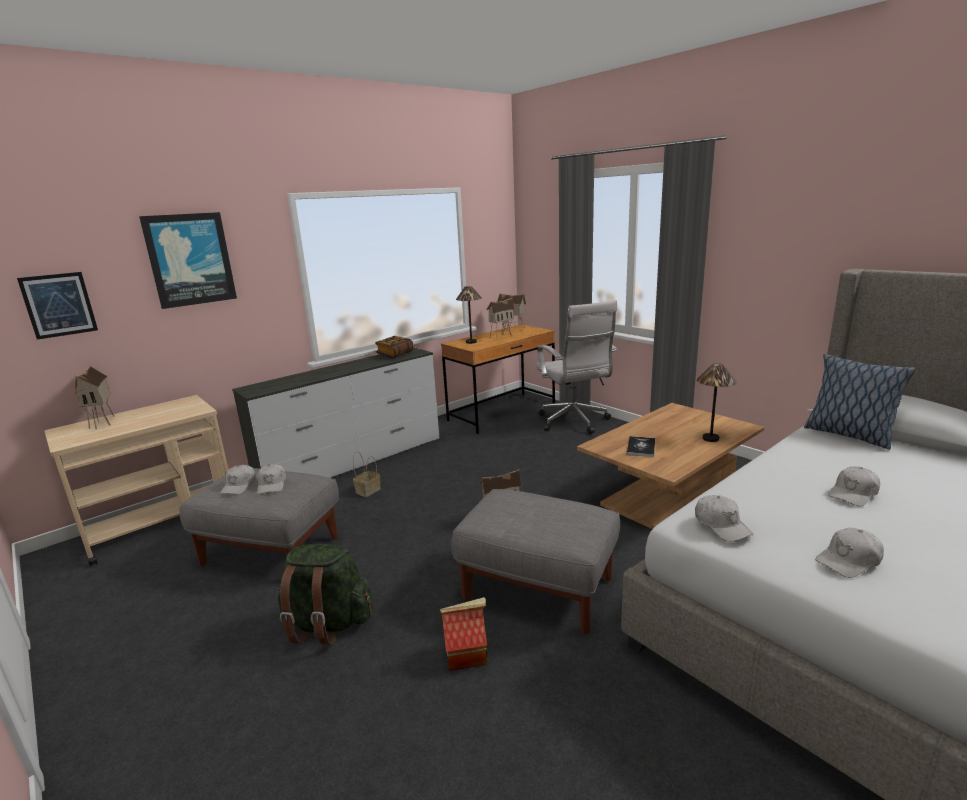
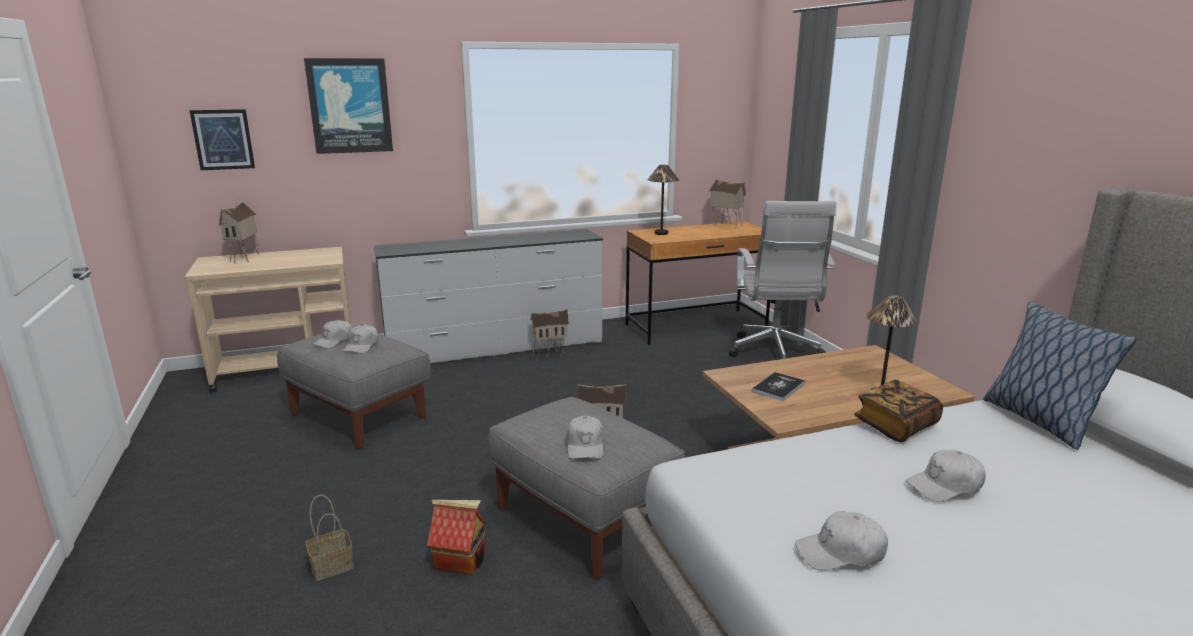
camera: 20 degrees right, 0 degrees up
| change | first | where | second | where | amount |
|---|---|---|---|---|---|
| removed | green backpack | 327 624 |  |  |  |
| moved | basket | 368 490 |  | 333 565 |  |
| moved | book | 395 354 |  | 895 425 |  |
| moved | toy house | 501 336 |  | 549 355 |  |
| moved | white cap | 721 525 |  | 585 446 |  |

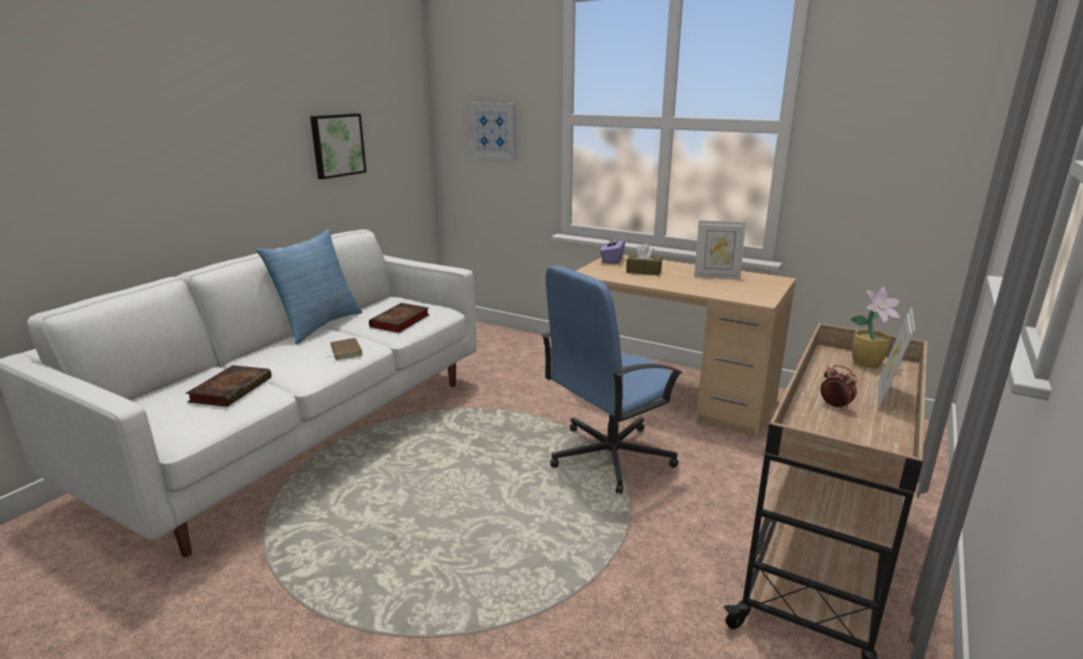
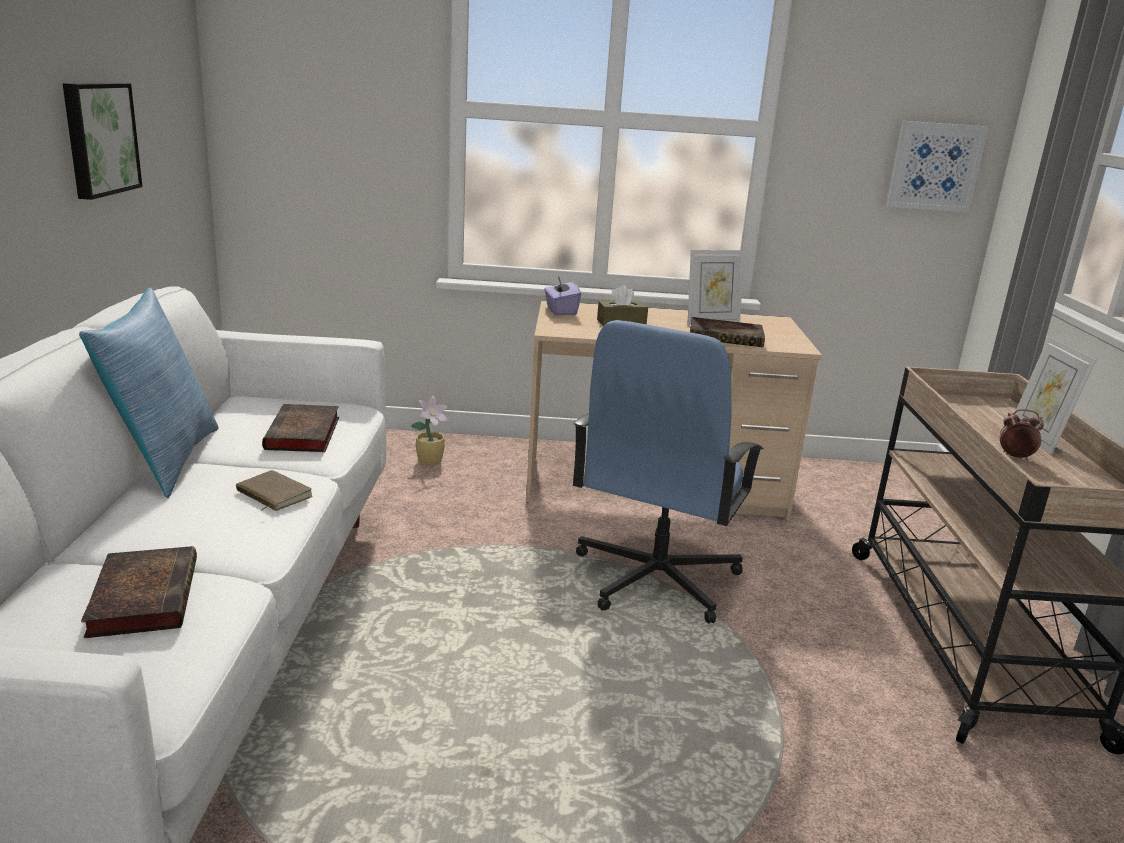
camera: 30 degrees left, 0 degrees up
| change | first | where | second | where | amount |
|---|---|---|---|---|---|
| added |  |  | book | 727 337 |  |
| moved | picture | 493 130 |  | 935 166 |  |
| moved | potted plant | 868 363 |  | 431 461 |  |

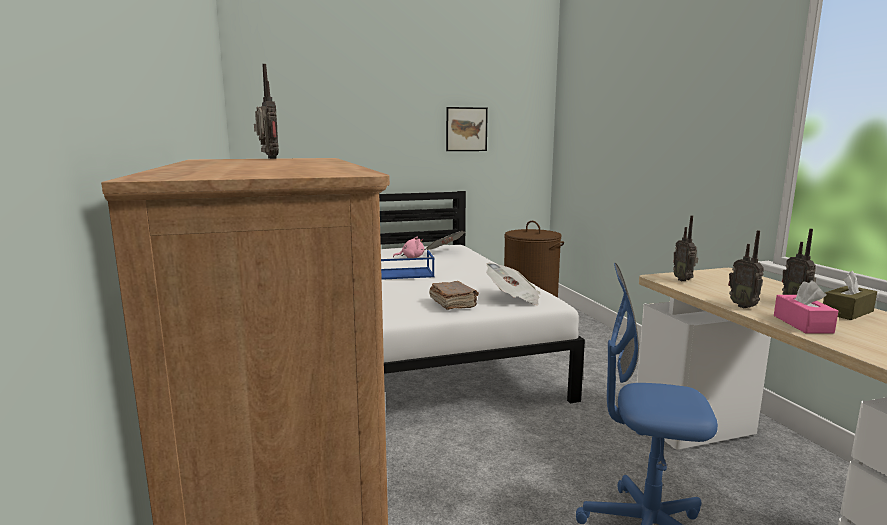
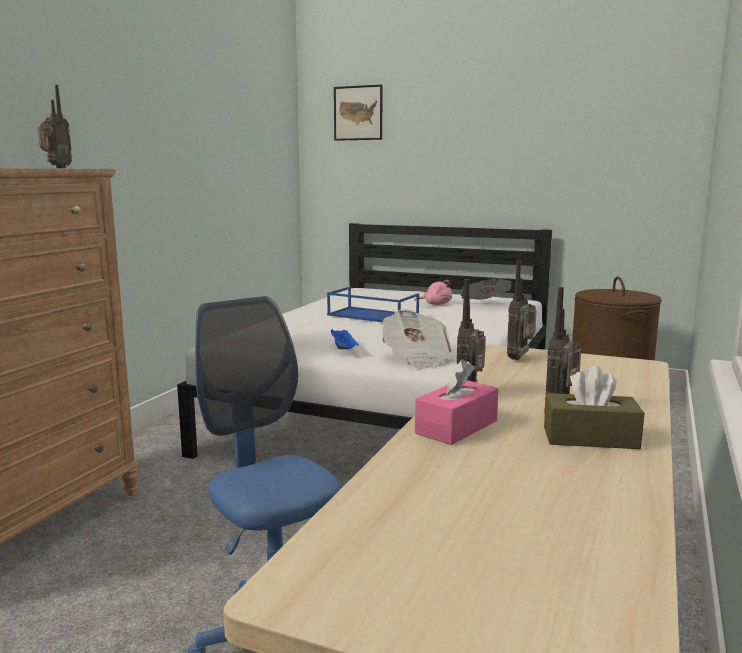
camera: 40 degrees right, 0 degrees up
| change | first | where | second | where | amount |
|---|---|---|---|---|---|
| moved | picture | 466 129 |  | 358 113 |  |
| replaced | brown book | 453 304 | blue tray | 344 350 |  |

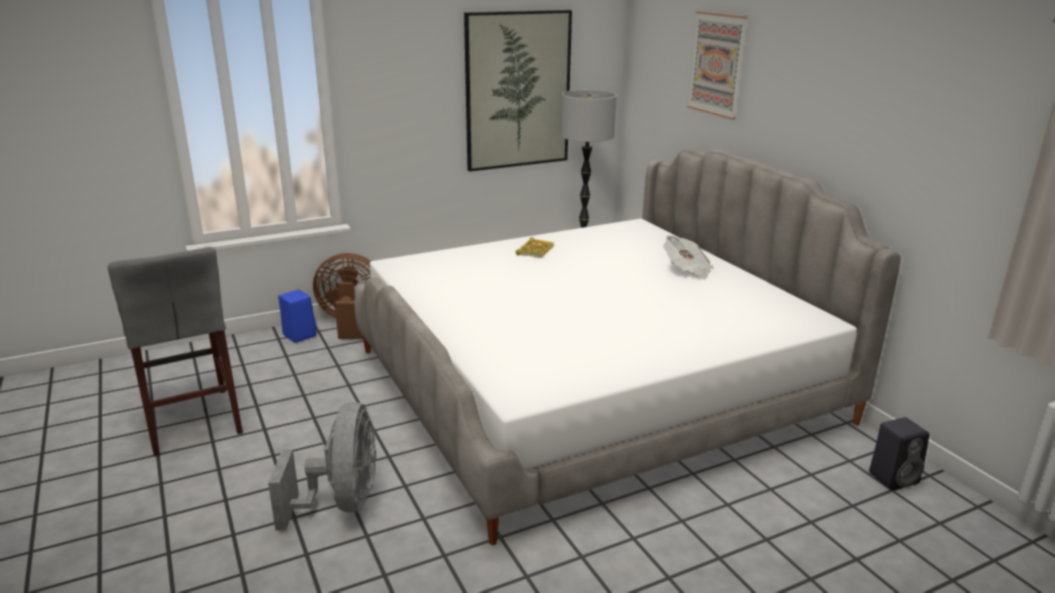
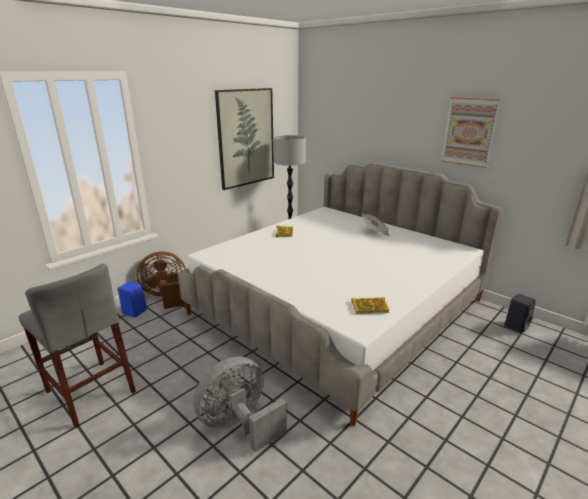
camera: 20 degrees left, 0 degrees up
| change | first | where | second | where | amount |
|---|---|---|---|---|---|
| added |  |  | book | 370 307 |  |
| moved | picture | 717 64 |  | 469 132 |  |
| turned | grey fan | 342 503 |  | 239 425 | 105 degrees counterclockwise |

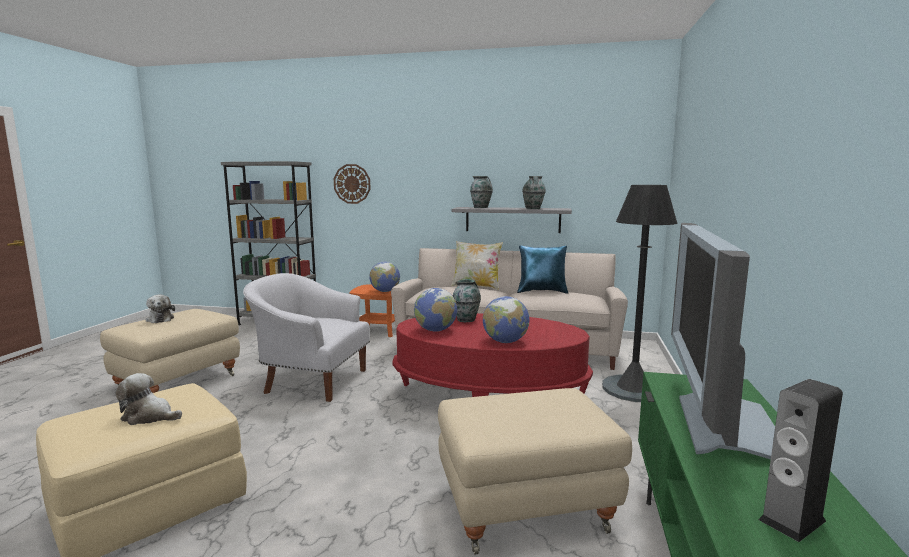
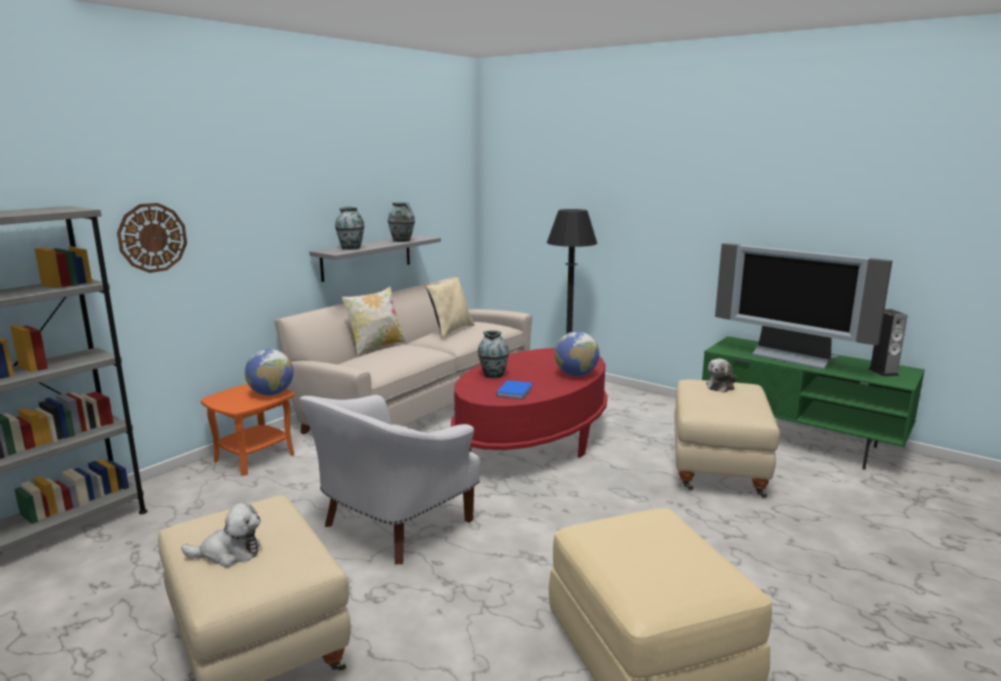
camera: 65 degrees left, 5 degrees up
| change | first | where | second | where | amount |
|---|---|---|---|---|---|
| moved | plush toy | 149 416 |  | 721 386 |  |
| replaced | globe | 435 330 | blue book | 515 391 |  |
| recoloured | blue pillow | 542 291 | beige pillow | 451 330 |  |

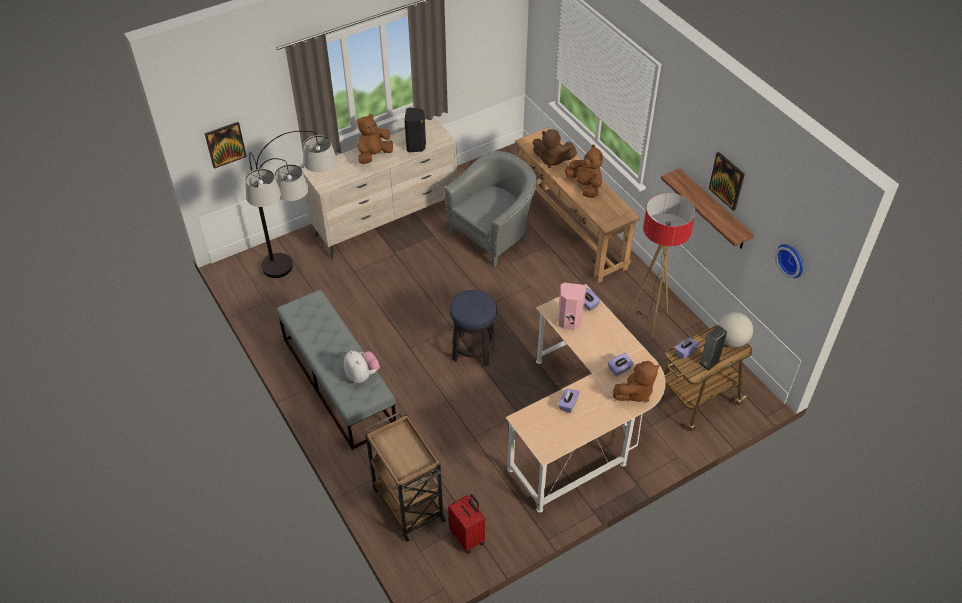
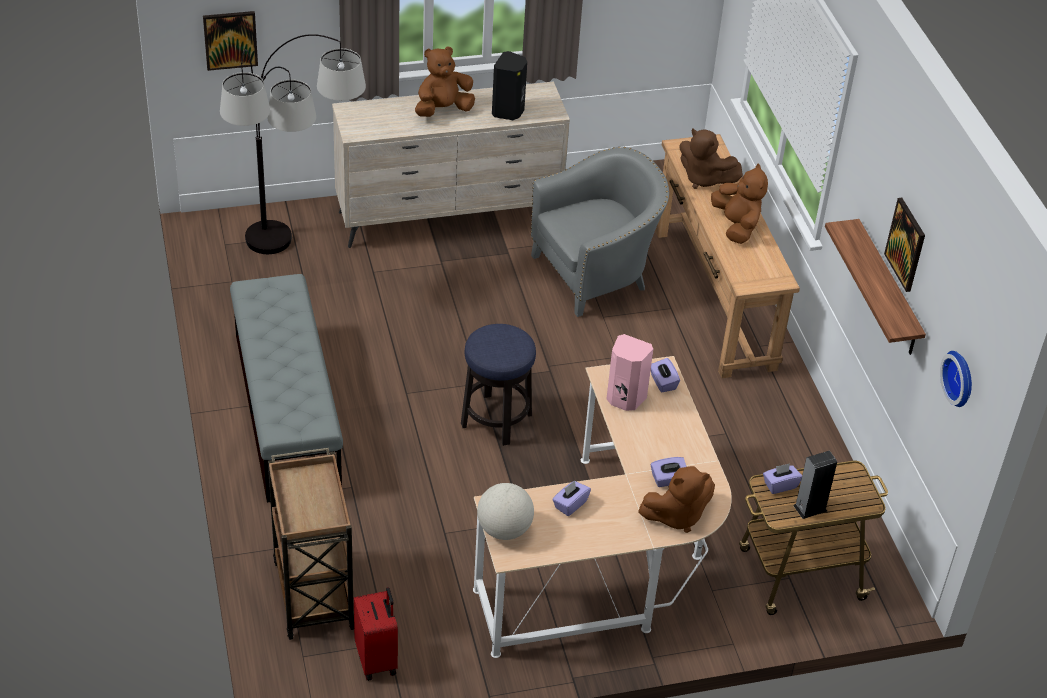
camera: 15 degrees right, 5 degrees down
| change | first | where | second | where | amount |
|---|---|---|---|---|---|
| removed | plush toy | 362 375 |  |  |  |
| removed | floor lamp | 649 322 |  |  |  |
| moved | globe | 731 341 |  | 504 530 |  |

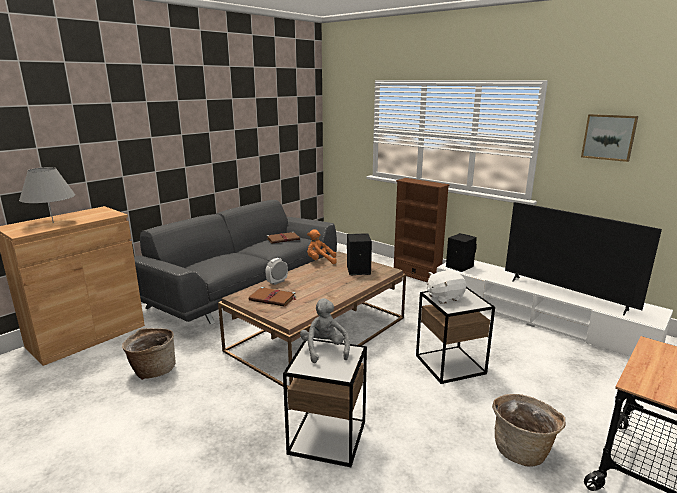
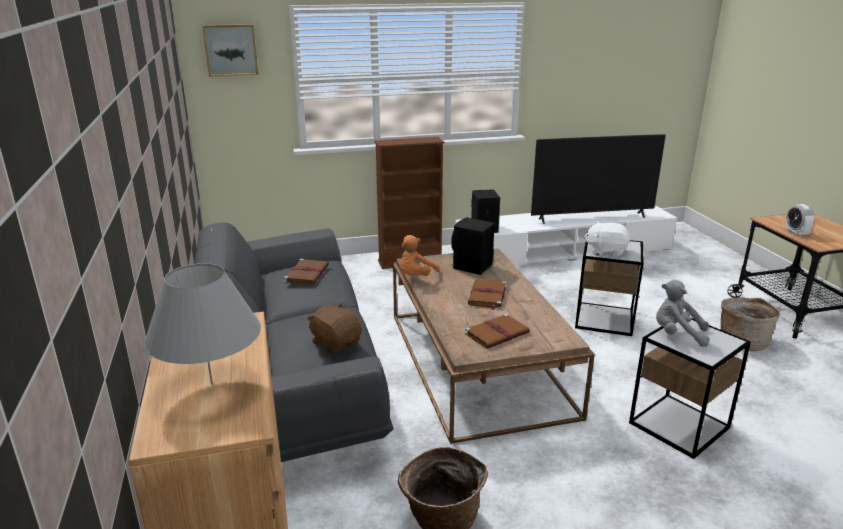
camera: 55 degrees left, 5 degrees up
| change | first | where | second | where | amount |
|---|---|---|---|---|---|
| added |  |  | brown plush toy | 336 343 |  |
| added |  |  | brown book | 487 296 |  |
| moved | alarm clock | 277 282 |  | 796 233 |  |
| moved | picture | 609 137 |  | 231 50 |  |
| turned | white plush toy | 444 297 |  | 606 251 | 90 degrees clockwise |

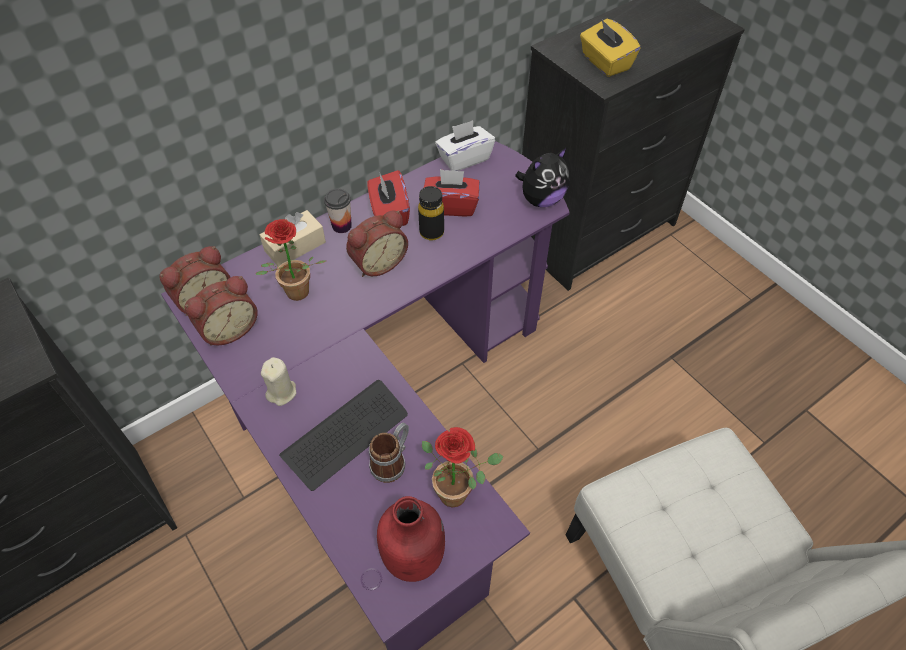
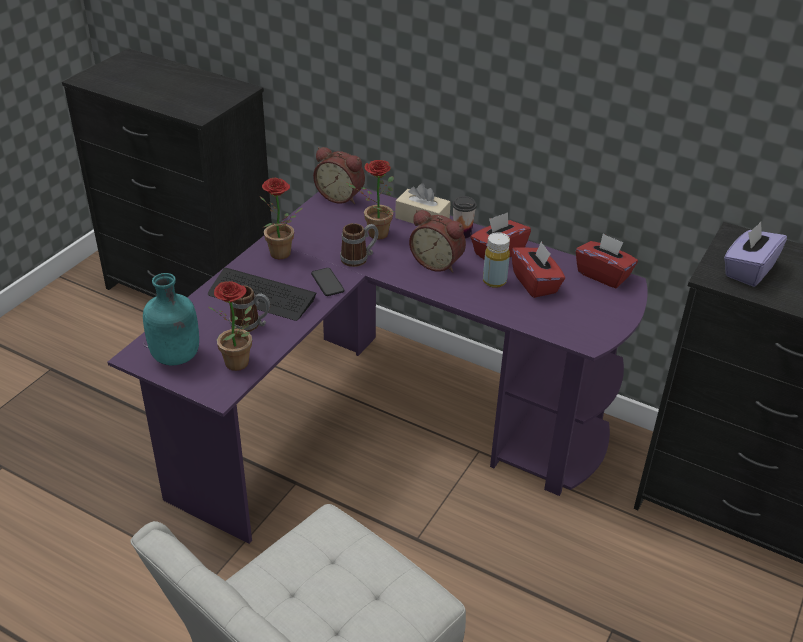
camera: 65 degrees right, 15 degrees down
| change | first | where | second | where | amount |
|---|---|---|---|---|---|
| removed | alarm clock | 228 328 |  |  |  |
| removed | plush toy | 541 199 |  |  |  |
| added |  |  | phone | 327 282 |  |
| added |  |  | mug | 359 258 |  |
| replaced | beige candle | 281 392 | potted plant | 282 256 |  |
| recoloured | red bottle | 415 557 | turquoise bottle | 176 357 |  |
| recoloured | black bottle | 431 232 | yellow bottle | 494 281 |  |
| recoloured | white tissue box | 464 158 | red tissue box | 603 275 |  |
| recoloured | yellow tissue box | 605 62 | purple tissue box | 748 270 |  |

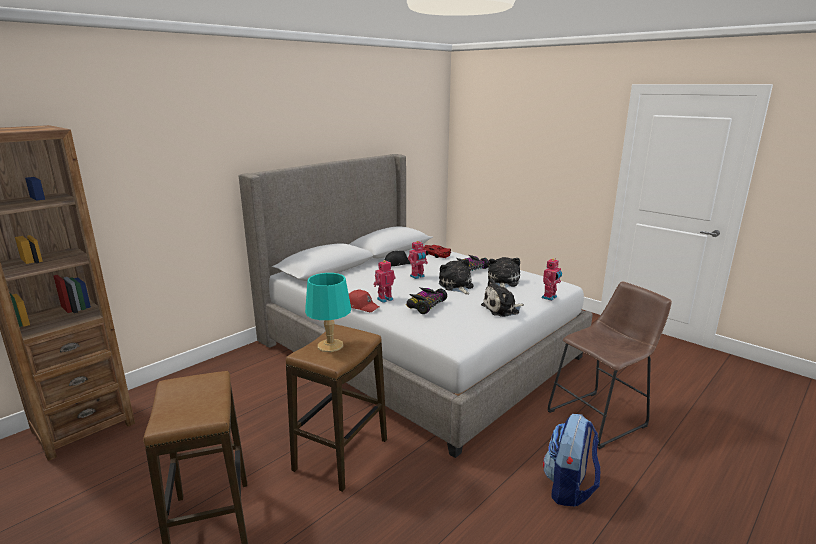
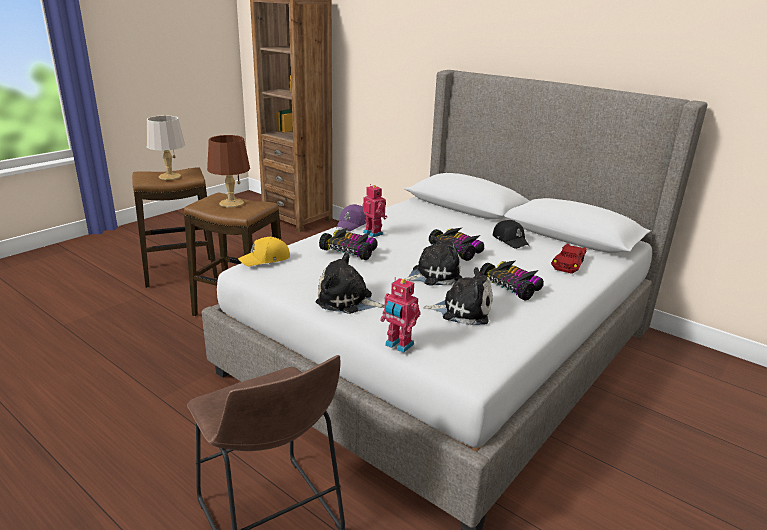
camera: 85 degrees right, 5 degrees up
| change | first | where | second | where | amount |
|---|---|---|---|---|---|
| removed | backpack | 569 488 |  |  |  |
| added |  |  | grey table lamp | 169 176 |  |
| added |  |  | yellow cap | 266 259 |  |
| replaced | toy robot | 417 276 | toy car | 457 250 |  |
| recoloured | turquoise table lamp | 330 346 | brown table lamp | 231 203 |  |
| recoloured | red cap | 361 306 | purple cap | 353 224 |  |
| turned | plush toy | 502 309 |  | 347 301 | 45 degrees counterclockwise |

